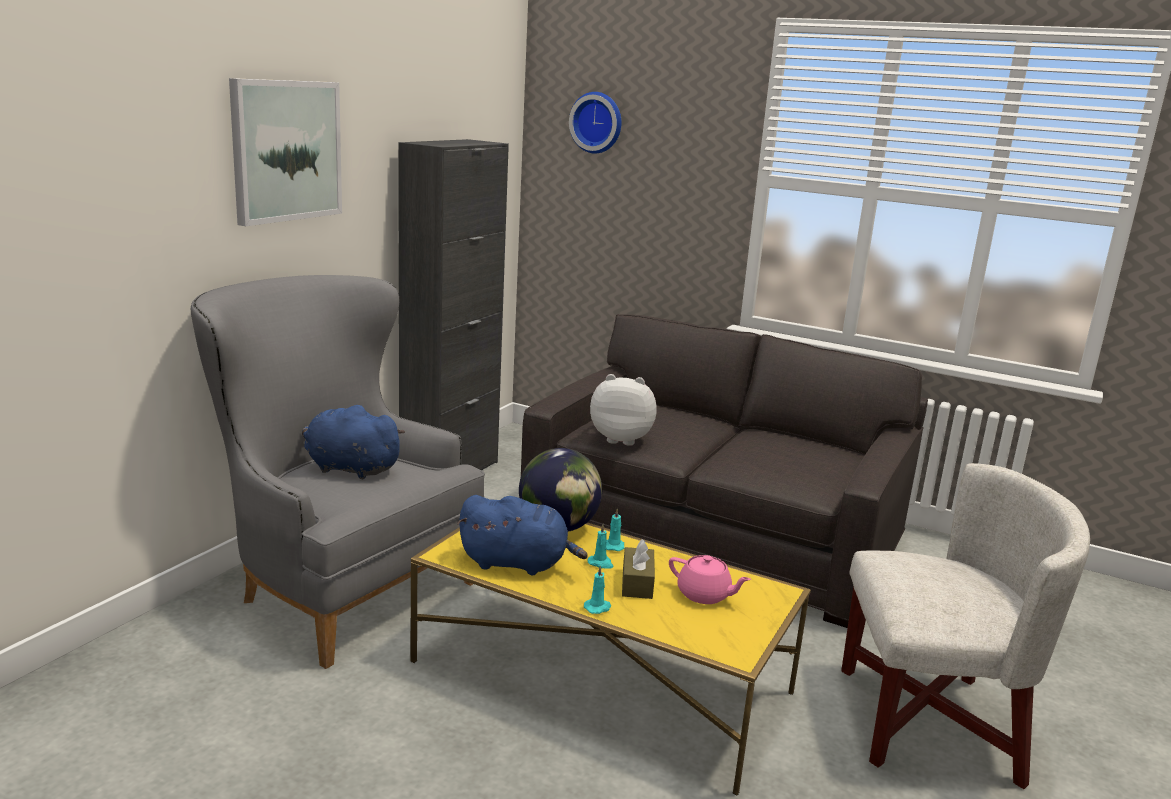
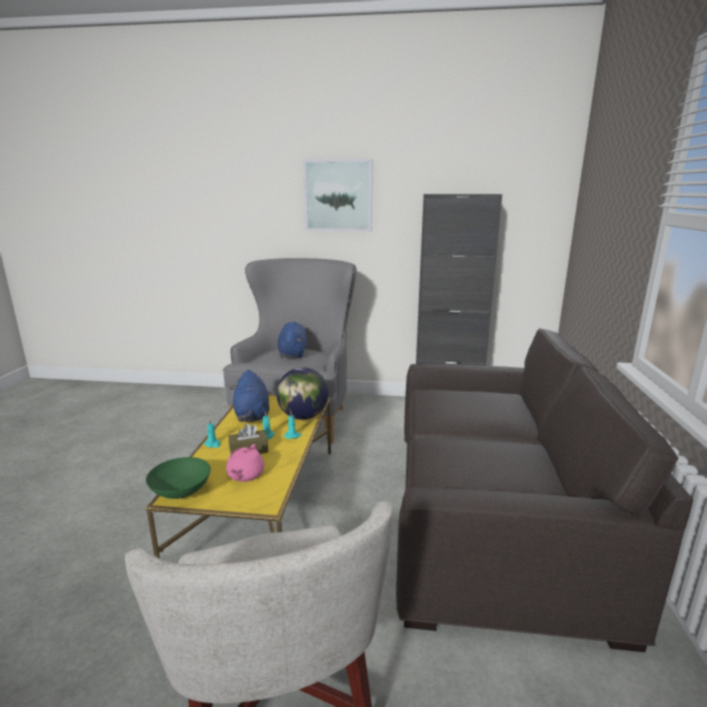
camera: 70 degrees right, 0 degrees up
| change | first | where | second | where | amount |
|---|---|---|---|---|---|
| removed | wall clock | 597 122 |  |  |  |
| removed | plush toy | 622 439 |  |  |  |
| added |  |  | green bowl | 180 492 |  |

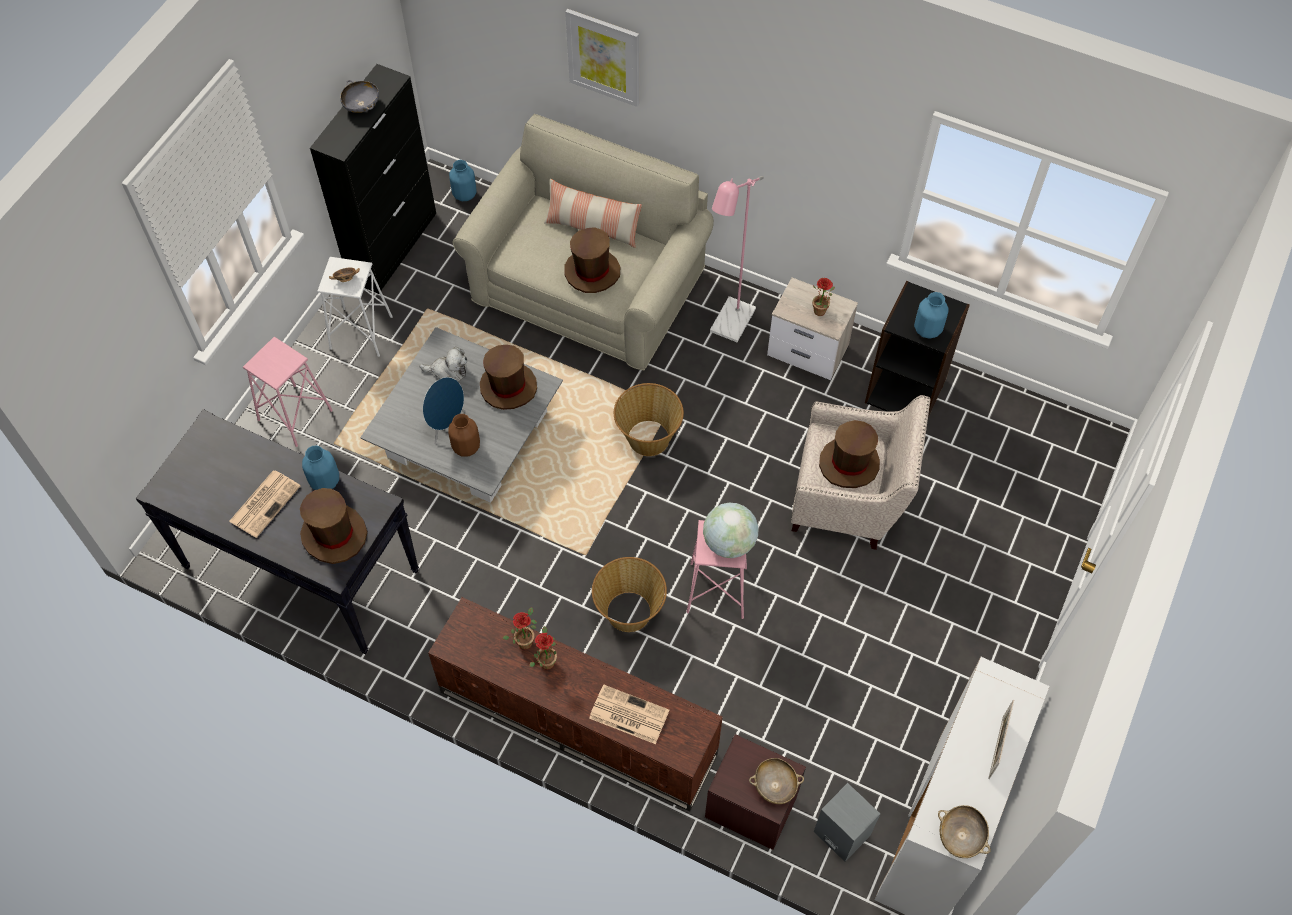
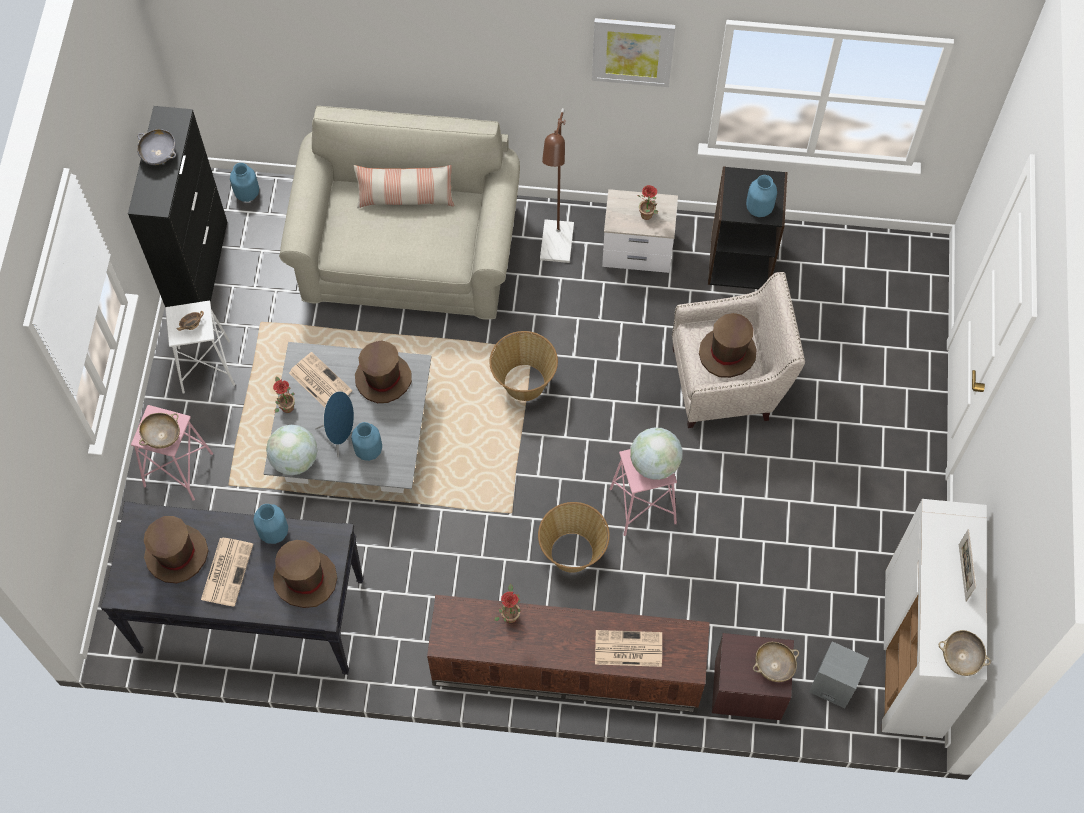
camera: 20 degrees left, 5 degrees up
| change | first | where | second | where | amount |
|---|---|---|---|---|---|
| added |  |  | beige bowl | 162 436 |  |
| added |  |  | globe | 294 460 |  |
| moved | potted plant | 546 660 |  | 286 405 |  |
| moved | brown hat | 592 272 |  | 176 554 |  |
| moved | picture | 604 57 |  | 632 51 |  |
| replaced | plush toy | 448 371 | newspaper | 319 381 |  |
| recoloured | brown vase | 466 447 | blue vase | 368 450 |  |
| recoloured | pink floor lamp | 729 327 | brown floor lamp | 556 250 |  |

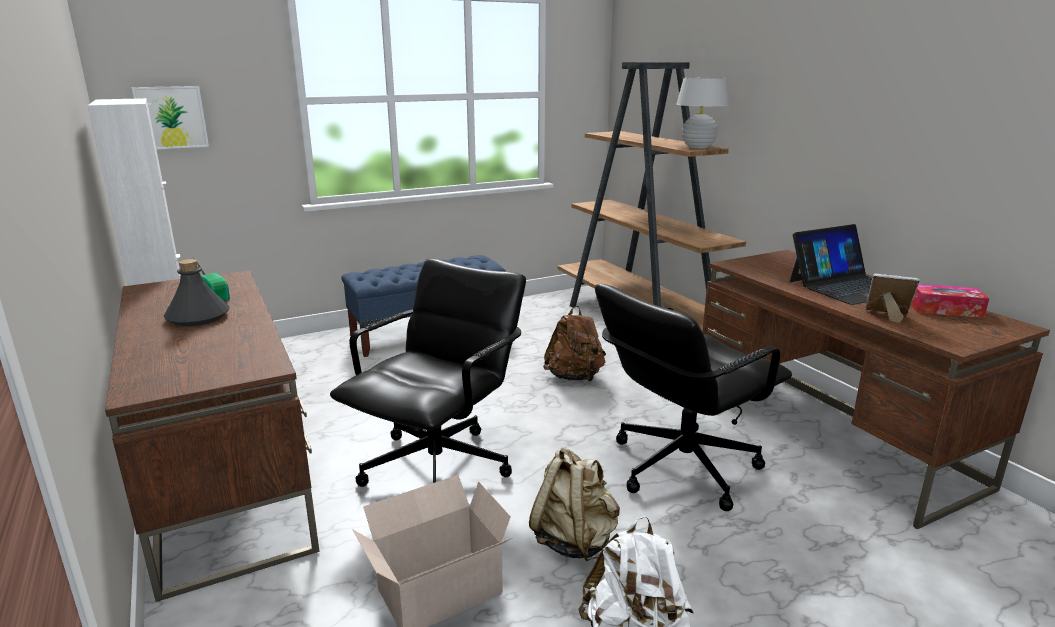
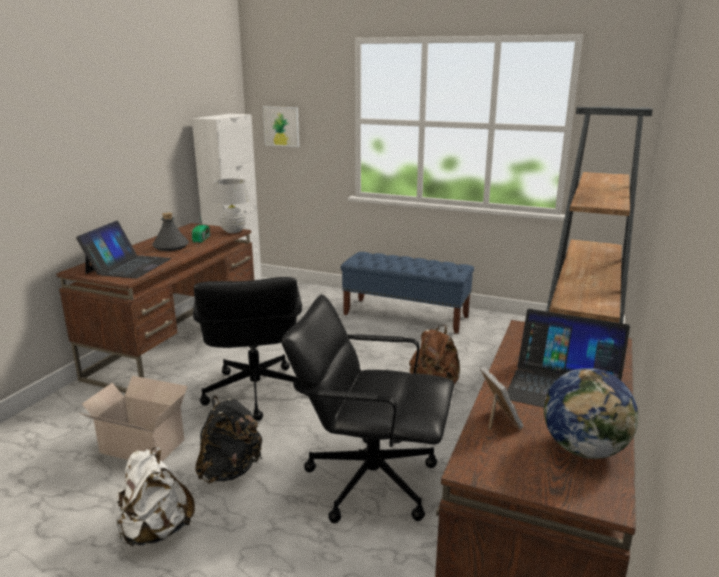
camera: 50 degrees right, 0 degrees up
| change | first | where | second | where | amount |
|---|---|---|---|---|---|
| added |  |  | laptop | 128 266 |  |
| moved | white table lamp | 698 147 |  | 233 231 |  |
| replaced | tissue box | 945 309 | globe | 584 449 |  |
| recoloured | beige backpack | 574 540 | black backpack | 230 470 |  |
| turned | black office chair | 439 467 |  | 255 392 | 90 degrees clockwise |

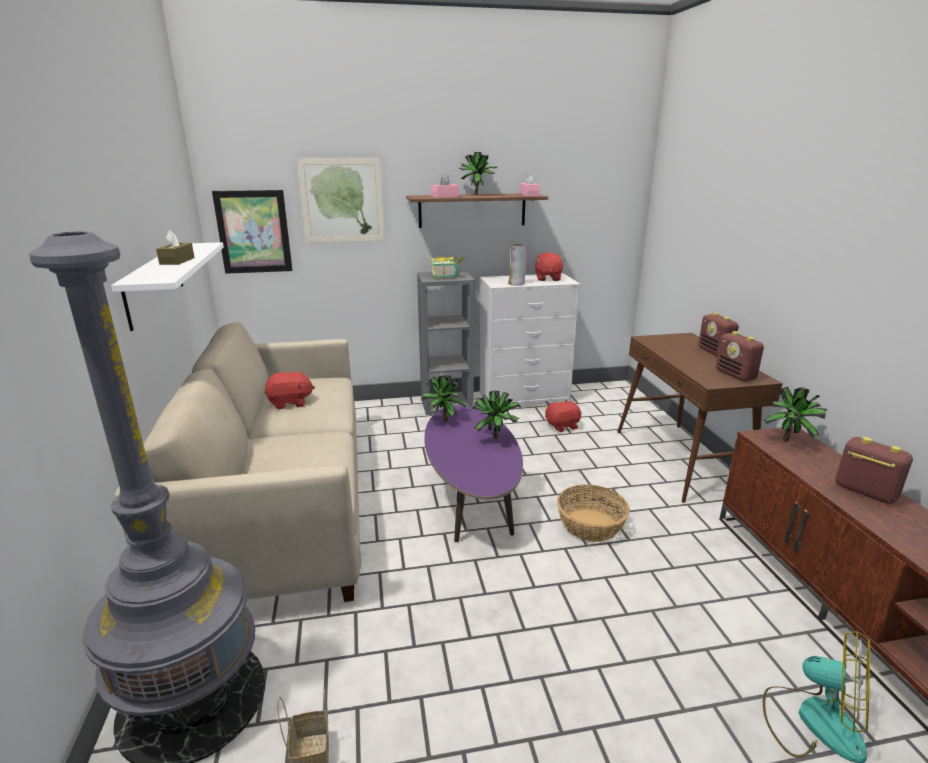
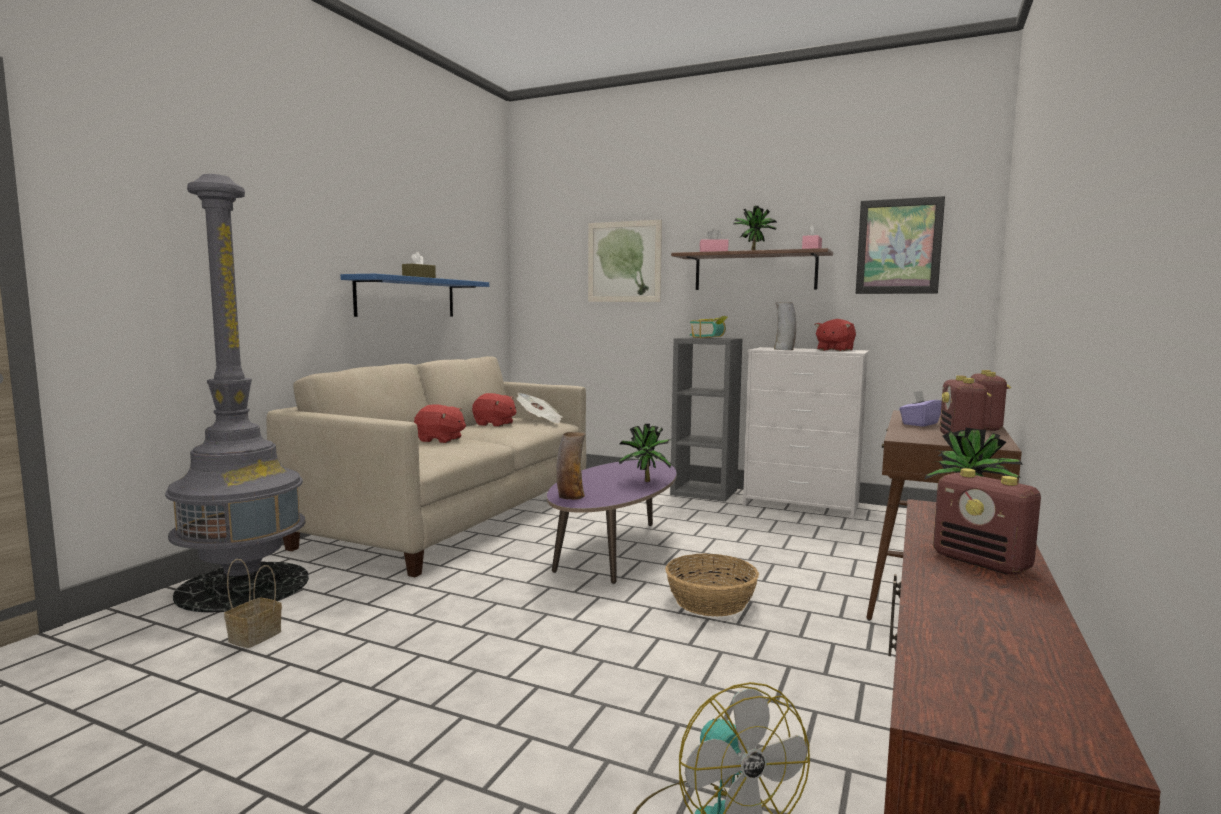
camera: 35 degrees right, 15 degrees down
| change | first | where | second | where | amount |
|---|---|---|---|---|---|
| removed | potted plant | 442 420 |  |  |  |
| added |  |  | newspaper | 540 421 |  |
| added |  |  | vase | 570 496 |  |
| added |  |  | purple tissue box | 919 424 |  |
| moved | picture | 253 232 |  | 898 246 |  |
| moved | red plush toy | 562 426 |  | 440 440 |  |
| recoloured | white shelf | 155 283 | blue shelf | 407 297 |  |
| turned | radio | 864 492 |  | 982 563 | 150 degrees clockwise |

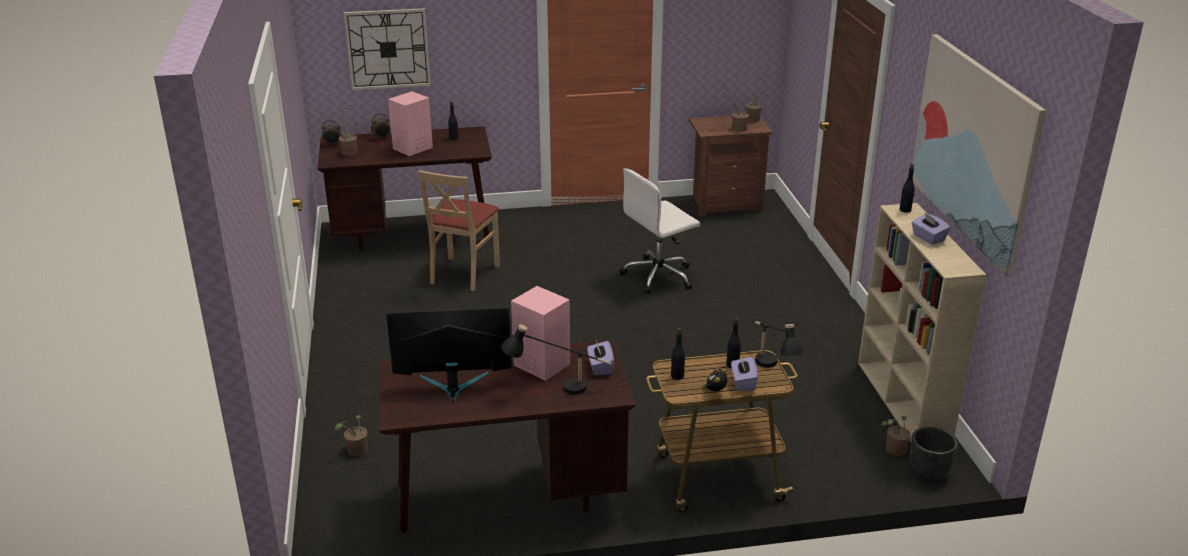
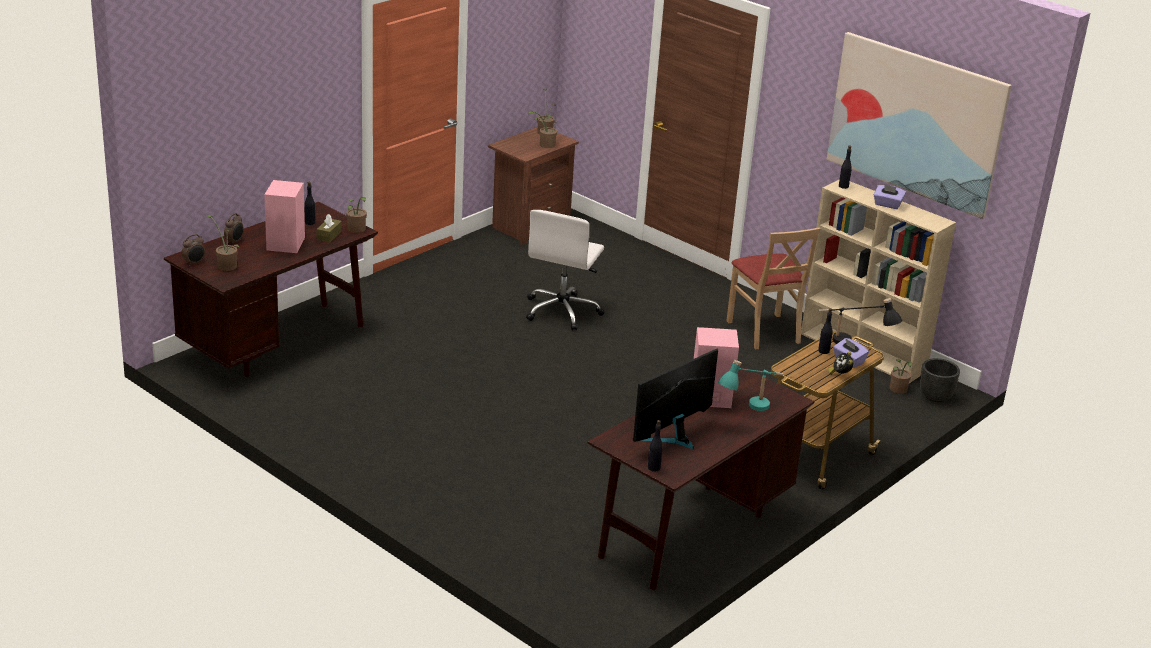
camera: 40 degrees left, 0 degrees up
| change | first | where | second | where | amount |
|---|---|---|---|---|---|
| removed | wall clock | 388 49 |  |  |  |
| removed | purple tissue box | 600 367 |  |  |  |
| added |  |  | brown tissue box | 329 235 |  |
| moved | potted plant | 355 451 |  | 356 229 |  |
| moved | beige chair | 463 273 |  | 764 331 |  |
| moved | black bottle | 677 376 |  | 653 468 |  |
| recoloured | black table lamp | 557 389 | turquoise table lamp | 749 411 |  |

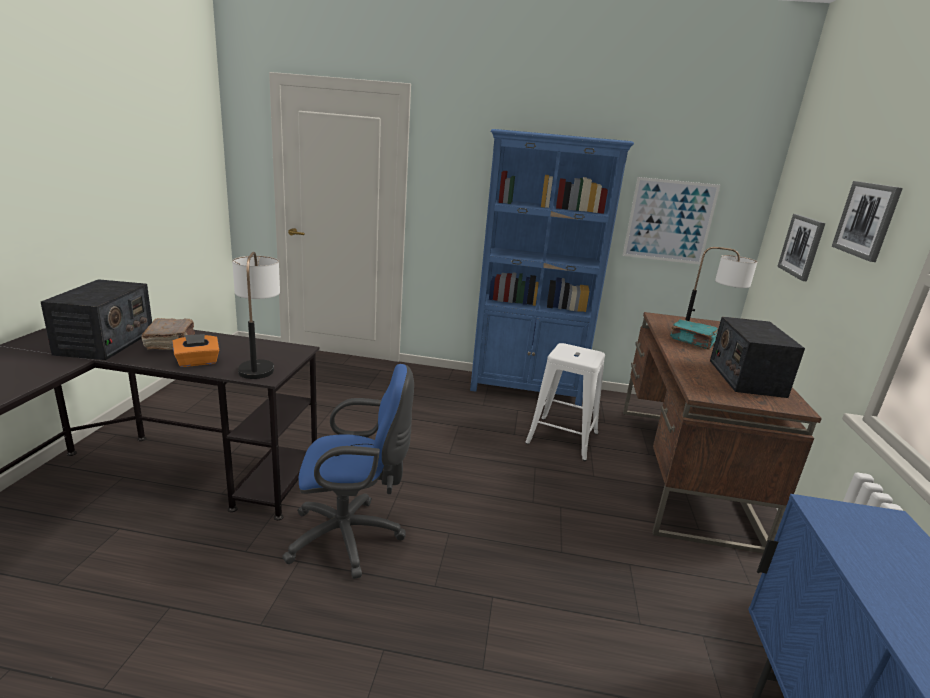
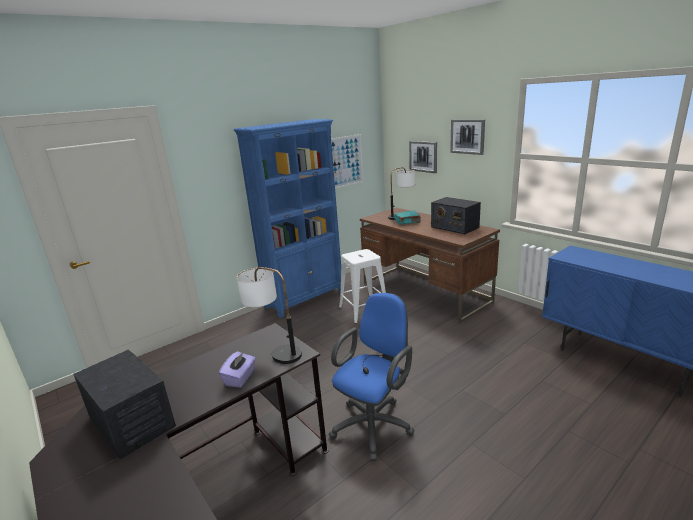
camera: 45 degrees left, 0 degrees up
| change | first | where | second | where | amount |
|---|---|---|---|---|---|
| removed | brown book | 171 343 |  |  |  |
| recoloured | orange tissue box | 197 362 | purple tissue box | 240 378 |  |

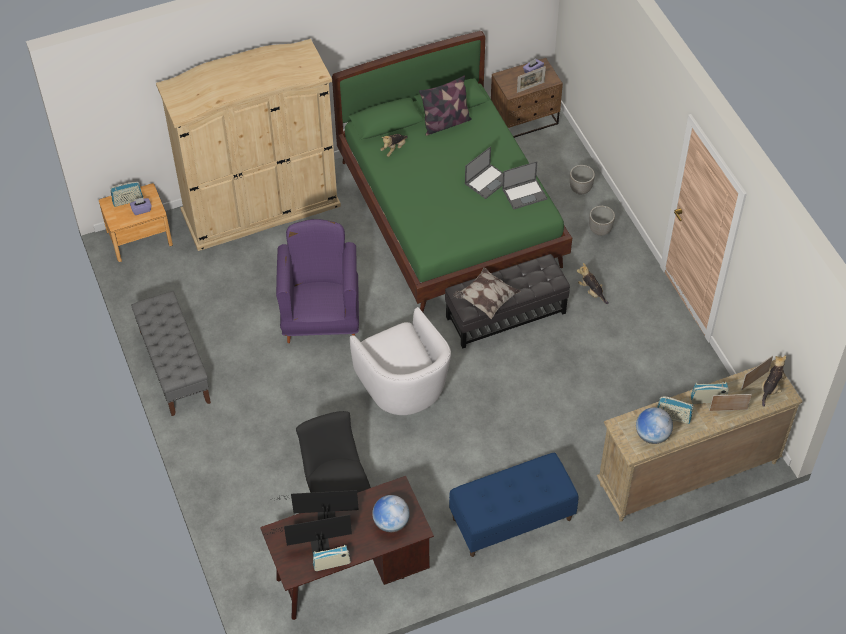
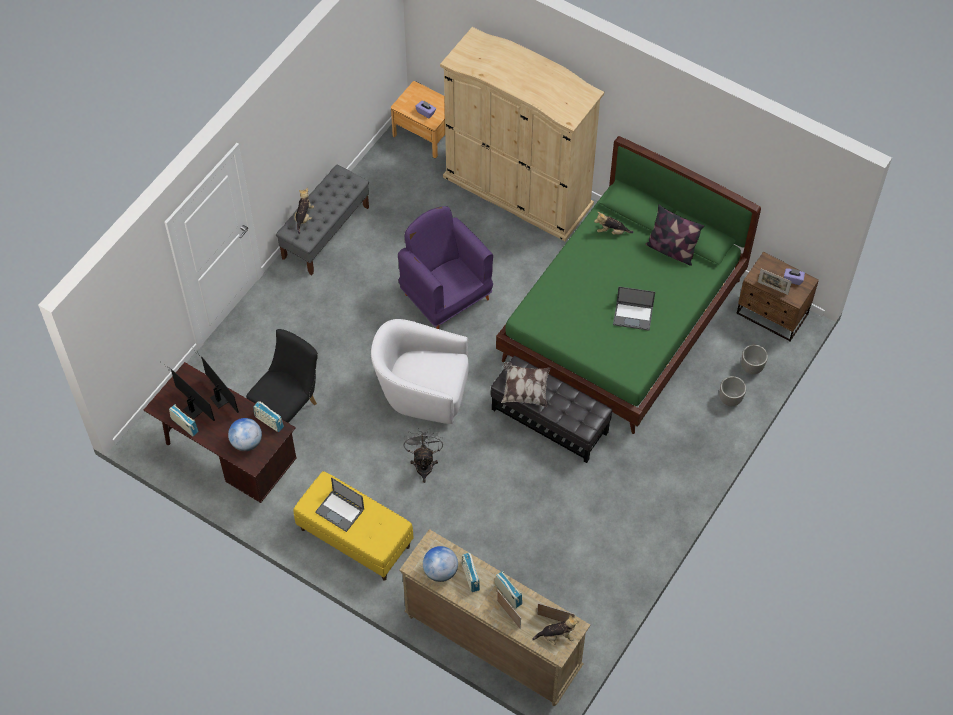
camera: 55 degrees right, 5 degrees up
| change | first | where | second | where | amount |
|---|---|---|---|---|---|
| added |  |  | grey fan | 424 464 |  |
| moved | radio | 128 200 |  | 269 422 |  |
| moved | laptop | 525 194 |  | 340 511 |  |
| moved | plush toy | 591 292 |  | 304 217 |  |
| moved | planter | 600 230 |  | 751 367 |  |
| recoloured | blue bench | 511 519 | yellow bench | 354 538 |  |
| turned | purple armchair | 321 317 |  | 446 296 | 90 degrees counterclockwise |
| turned | white armchair | 404 387 |  | 422 391 | 75 degrees clockwise |

